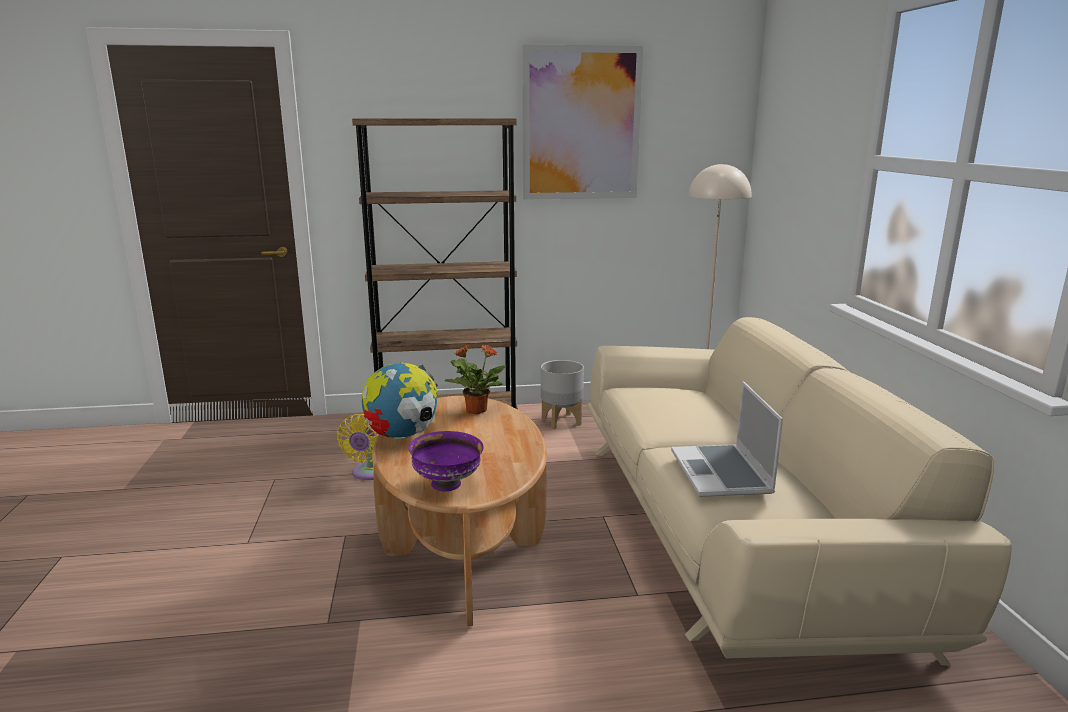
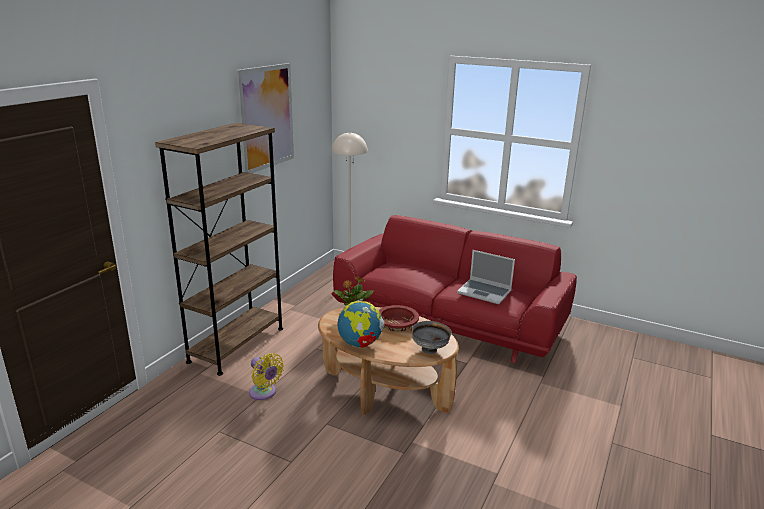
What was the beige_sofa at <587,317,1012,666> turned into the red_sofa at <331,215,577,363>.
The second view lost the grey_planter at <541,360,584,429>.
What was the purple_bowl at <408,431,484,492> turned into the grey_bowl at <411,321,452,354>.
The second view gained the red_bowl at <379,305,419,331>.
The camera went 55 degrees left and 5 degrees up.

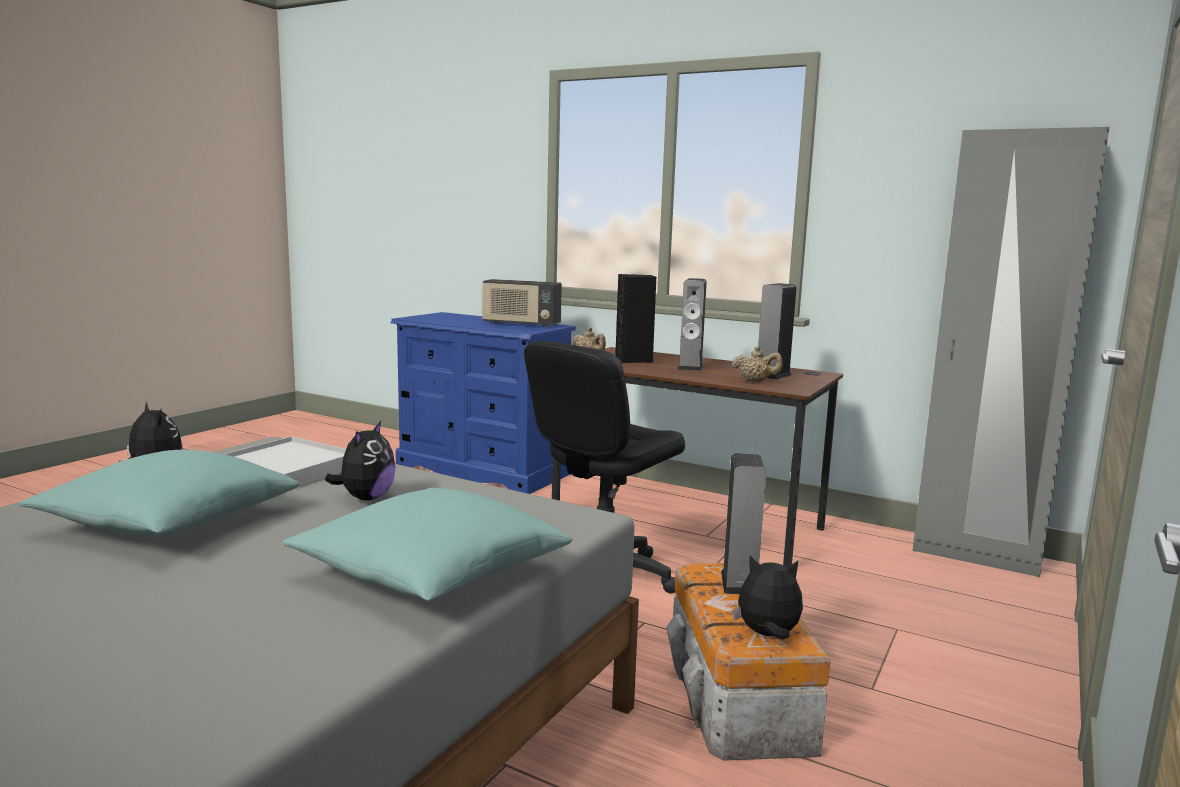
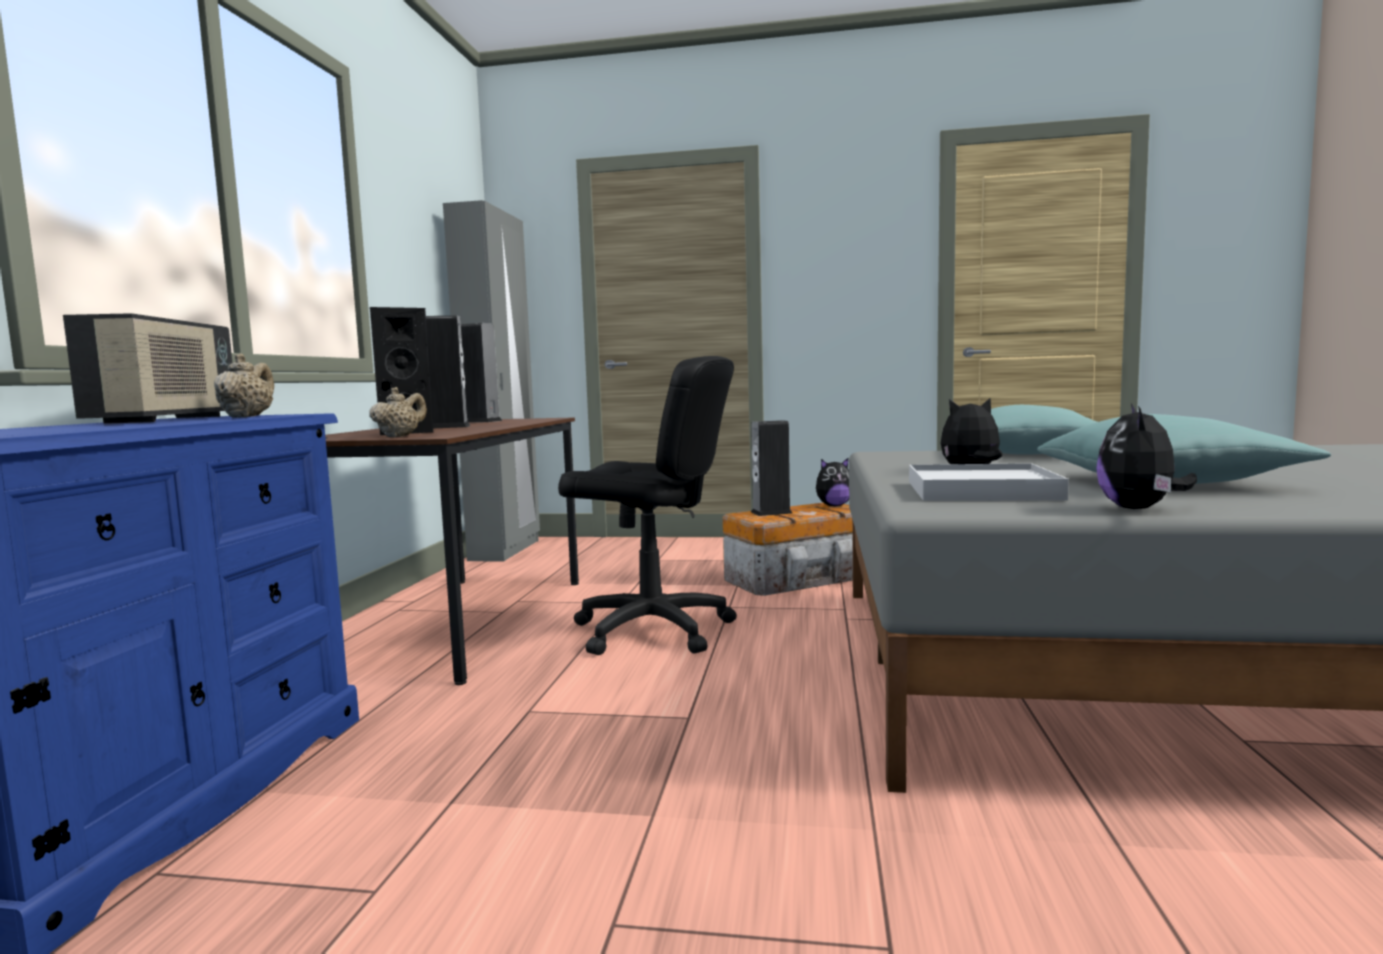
The beige_teapot ended up elsewhere, having gone from <732,346,783,382> to <214,353,274,418>.
The plush_toy at <732,556,803,640> ended up facing another way, 90 degrees counterclockwise from before.
The camera went 110 degrees left and 5 degrees down.

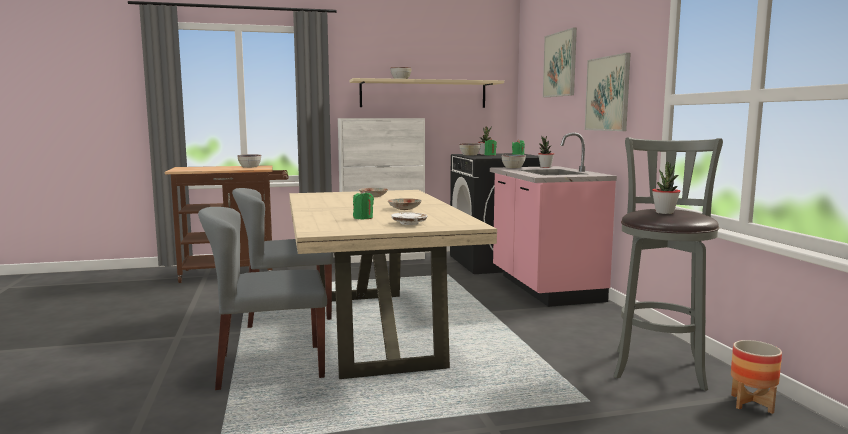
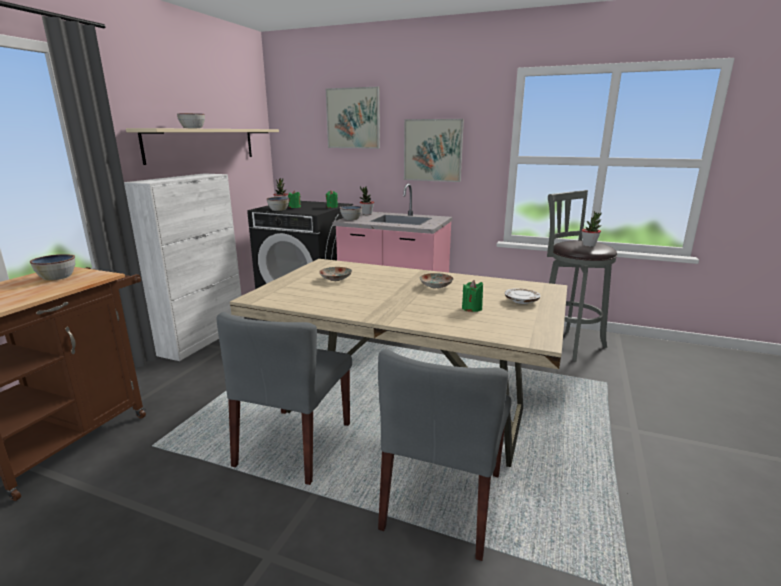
The second view lost the planter at <731,340,782,414>.
The camera went 55 degrees left and 10 degrees up.

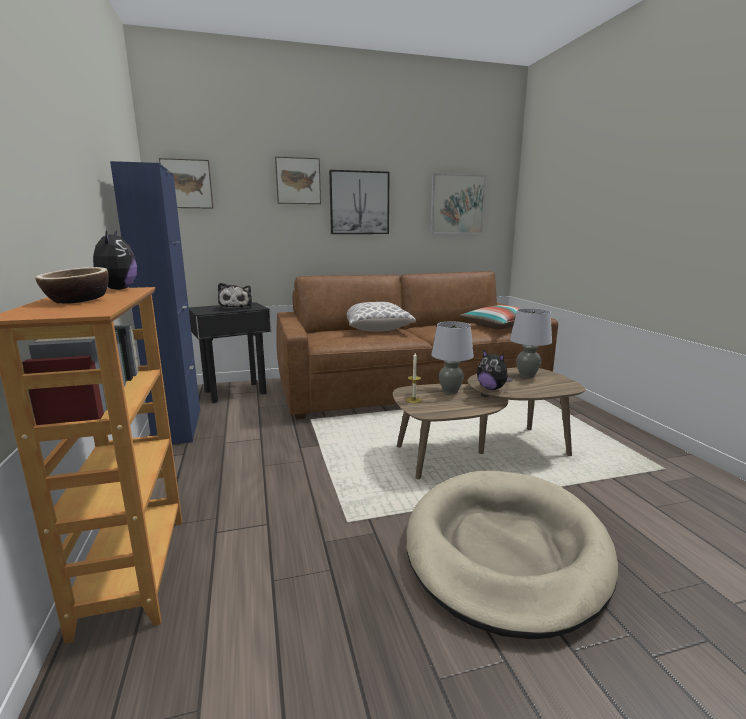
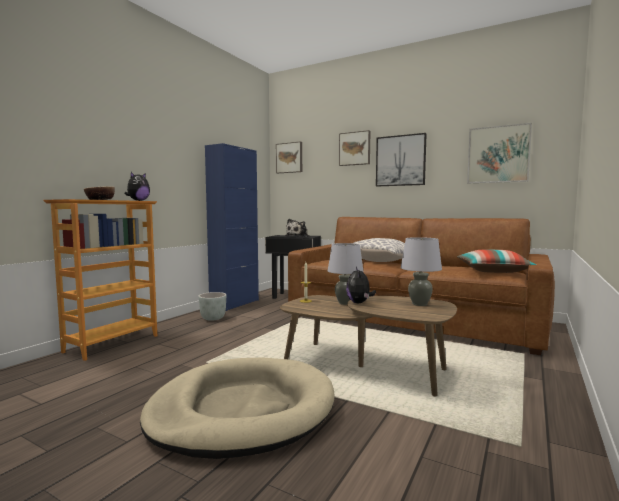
The second view gained the grey_planter at <198,292,227,321>.
The camera went 45 degrees right and 10 degrees down.

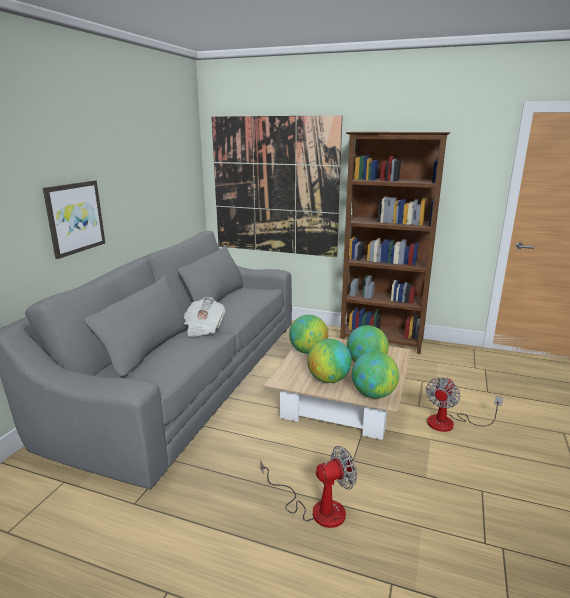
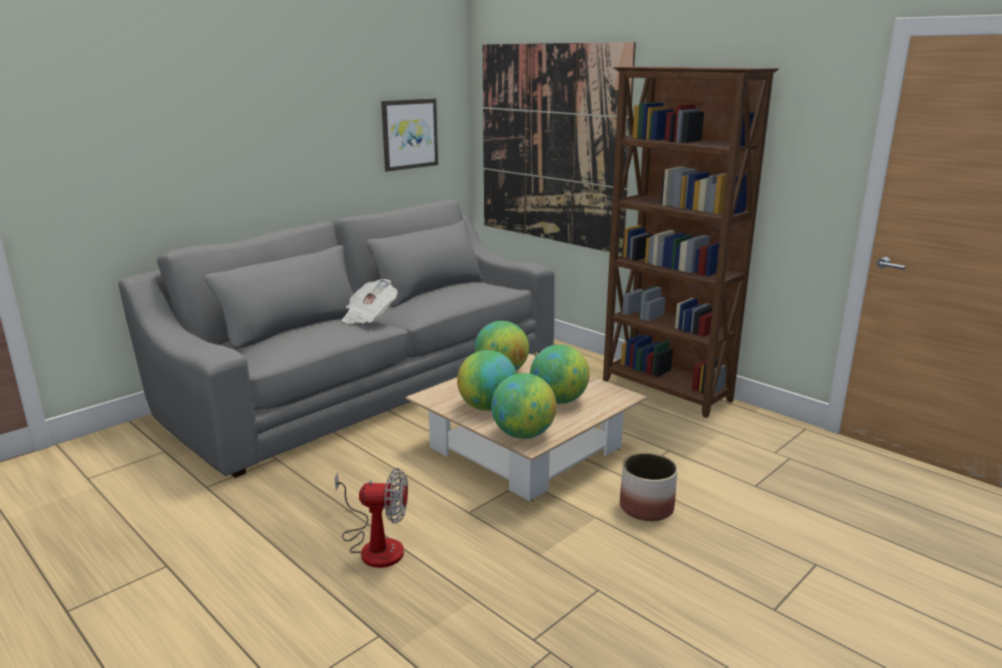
The picture ended up elsewhere, having gone from <43,180,105,259> to <381,98,438,172>.
Where the fan stood at <426,377,503,432>, the planter came to stand at <620,453,678,521>.
The camera went 25 degrees right and 0 degrees up.

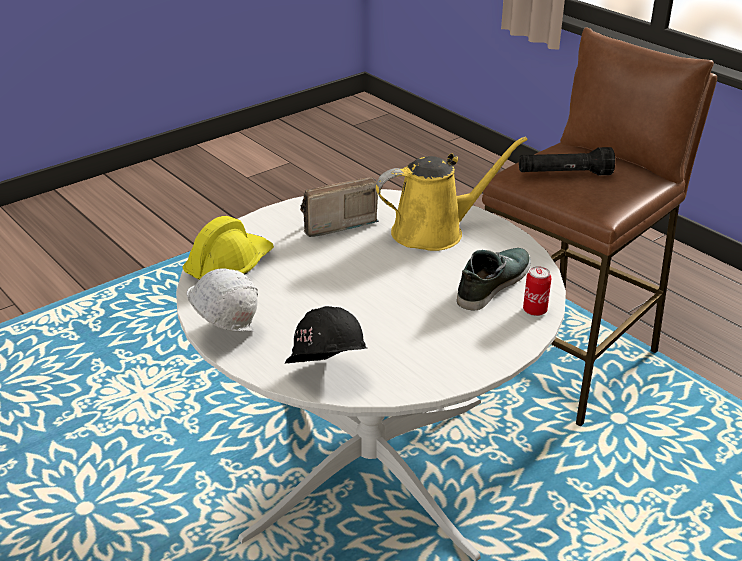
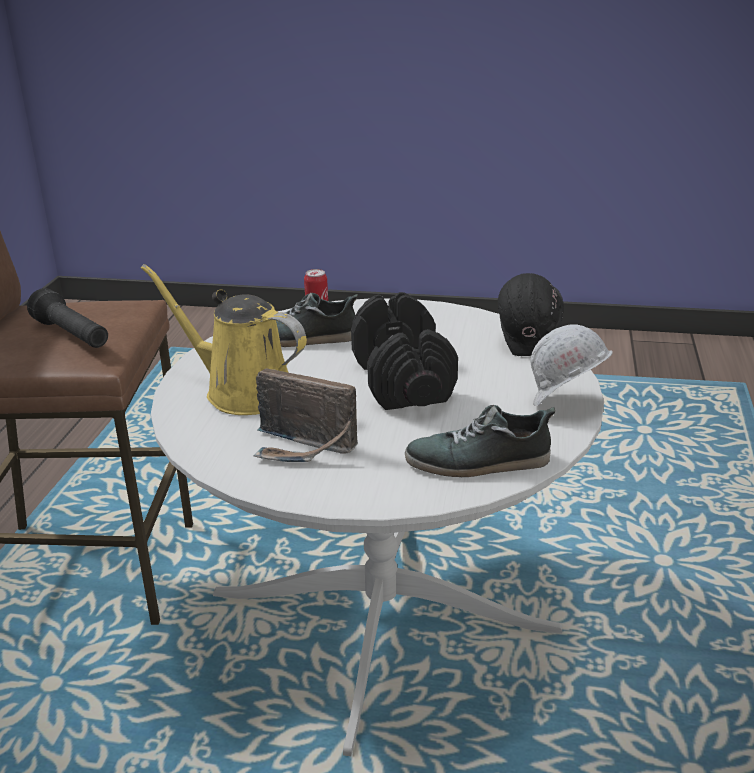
Where the yellow_hard_hat stood at <182,216,274,280>, the shoe came to stand at <405,405,555,477>.
The second view gained the black_dumbbell at <351,292,458,410>.
The camera went 130 degrees left and 5 degrees down.

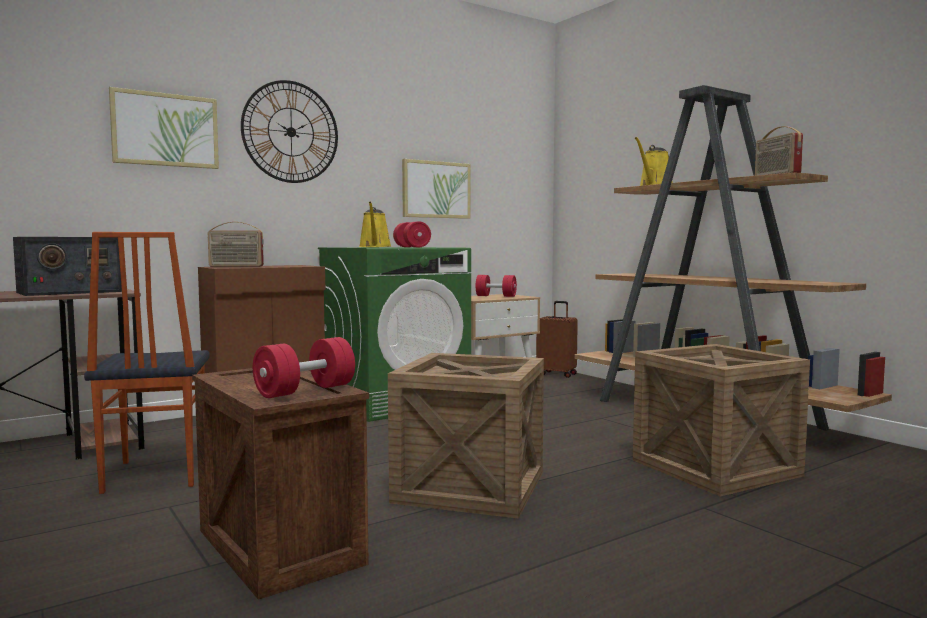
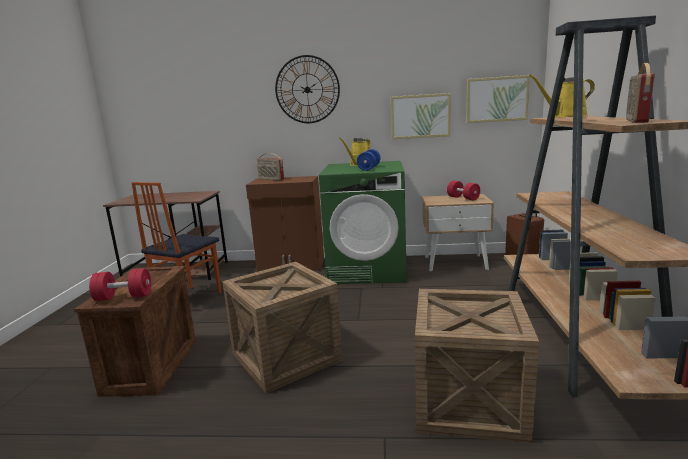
The picture ended up elsewhere, having gone from <109,87,219,169> to <466,75,530,123>.
What was the red_dumbbell at <393,221,431,247> turned into the blue_dumbbell at <357,149,381,171>.
The second view lost the radio at <13,237,122,296>.
The camera went 40 degrees right and 10 degrees up.

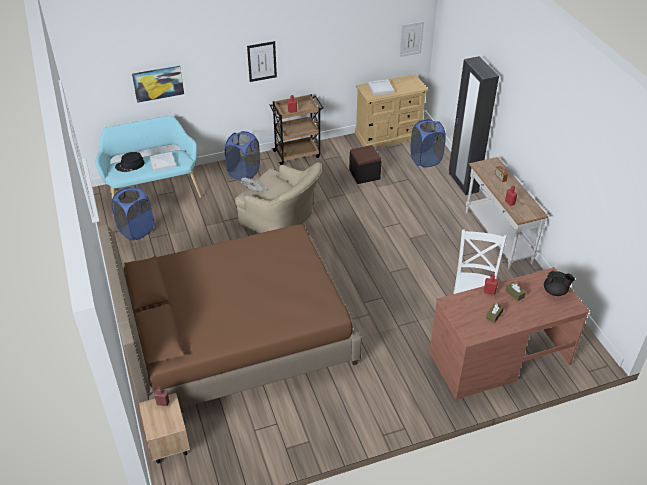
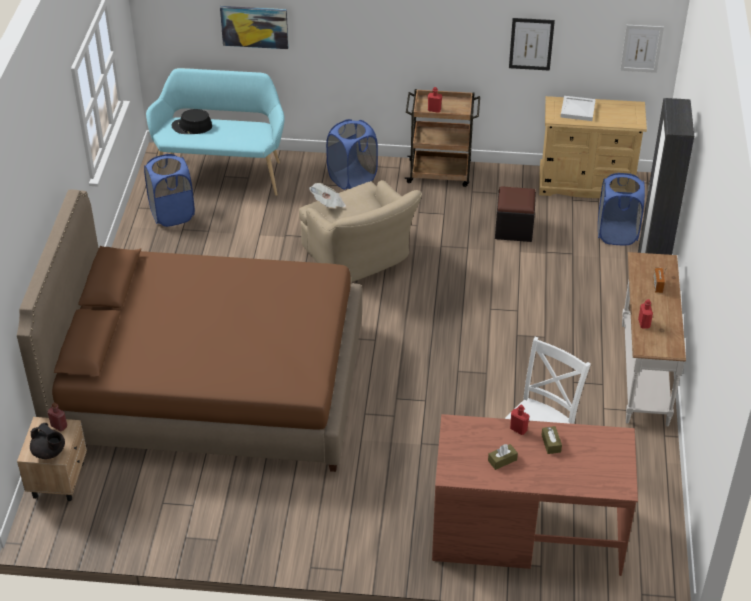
The picture ended up elsewhere, having gone from <247,41,277,82> to <509,18,555,71>.
The second view lost the white_tray at <149,152,176,172>.
The black_teapot ended up elsewhere, having gone from <544,271,575,296> to <30,423,65,459>.
The camera went 25 degrees right and 0 degrees up.

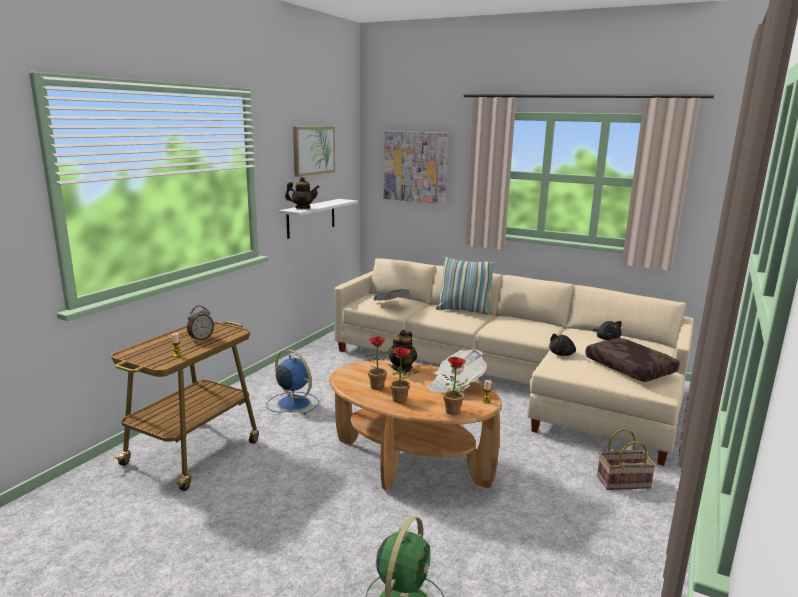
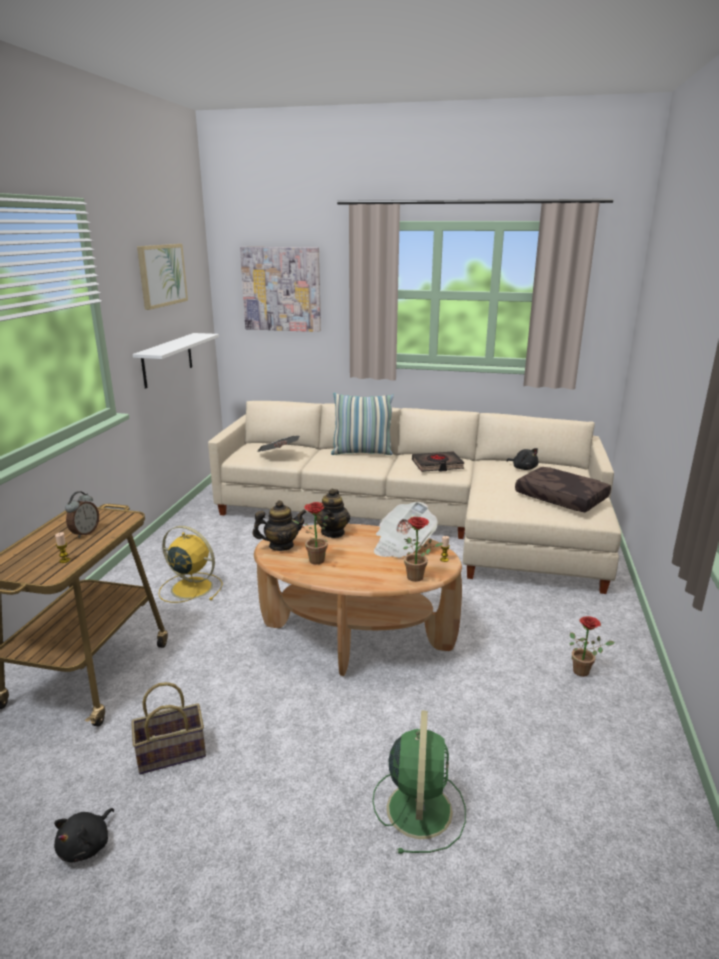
The teapot ended up elsewhere, having gone from <285,177,319,209> to <252,500,307,551>.
The black_plush_toy ended up elsewhere, having gone from <549,333,576,356> to <54,808,114,862>.
The potted_plant ended up elsewhere, having gone from <388,347,420,403> to <569,616,615,677>.
What was the blue_fan at <266,349,319,415> turned into the yellow_fan at <159,526,223,603>.
The basket ended up elsewhere, having gone from <597,429,656,490> to <131,682,206,774>.
The second view gained the black_book at <412,451,465,472>.
The camera went 15 degrees left and 5 degrees up.

